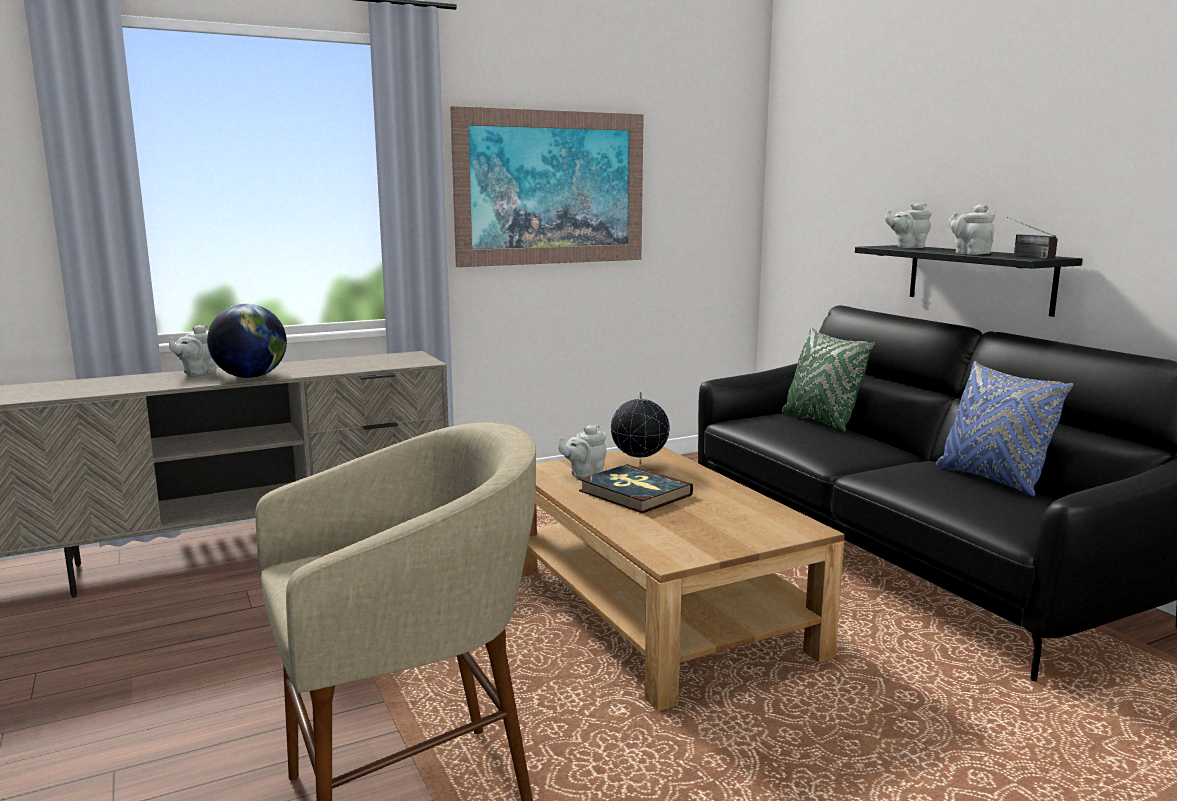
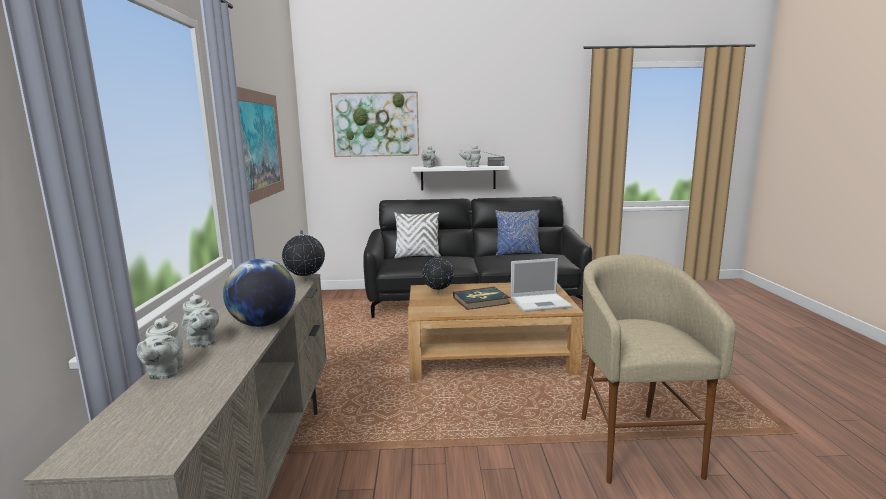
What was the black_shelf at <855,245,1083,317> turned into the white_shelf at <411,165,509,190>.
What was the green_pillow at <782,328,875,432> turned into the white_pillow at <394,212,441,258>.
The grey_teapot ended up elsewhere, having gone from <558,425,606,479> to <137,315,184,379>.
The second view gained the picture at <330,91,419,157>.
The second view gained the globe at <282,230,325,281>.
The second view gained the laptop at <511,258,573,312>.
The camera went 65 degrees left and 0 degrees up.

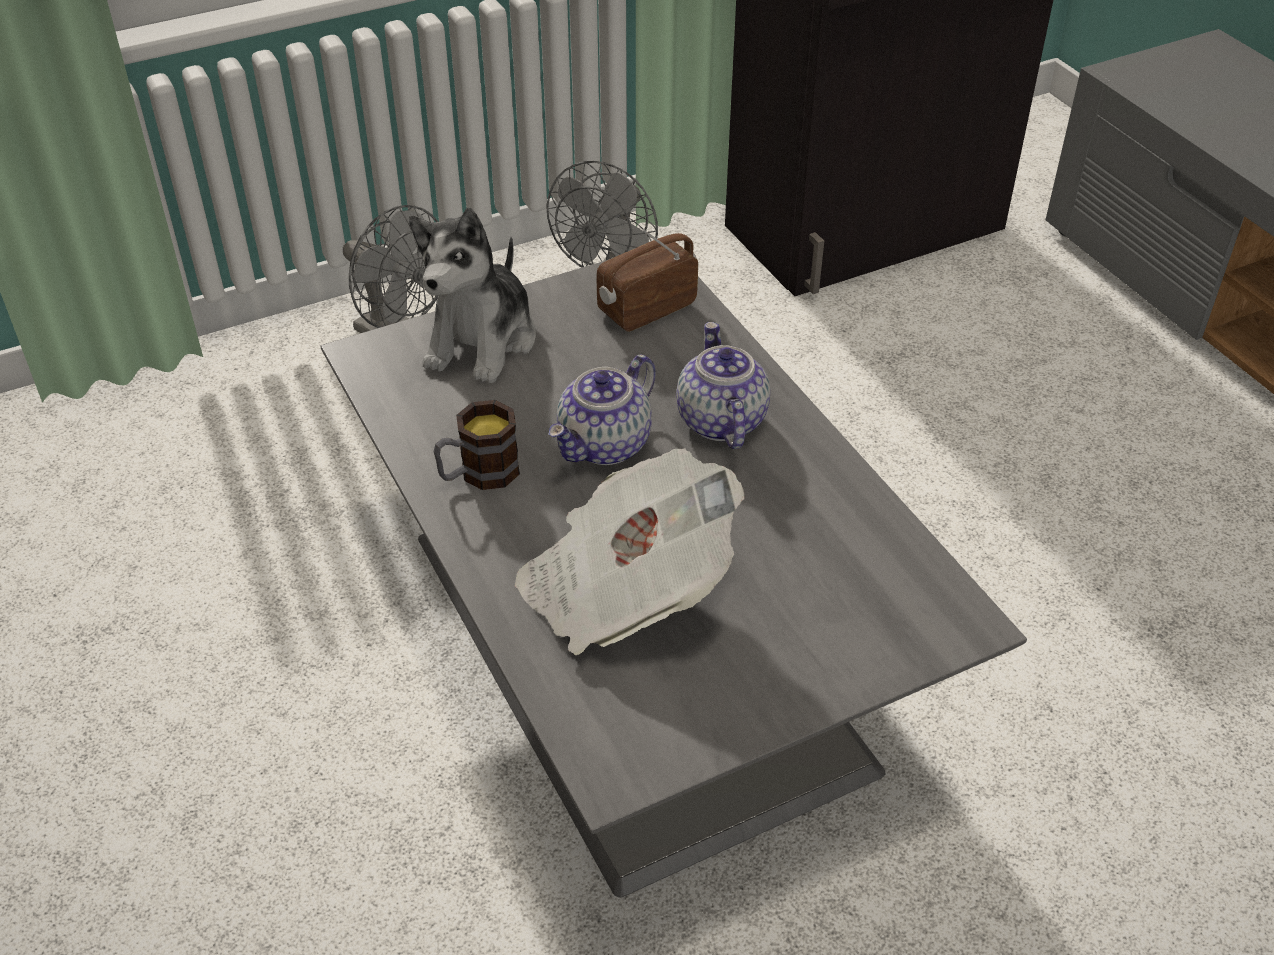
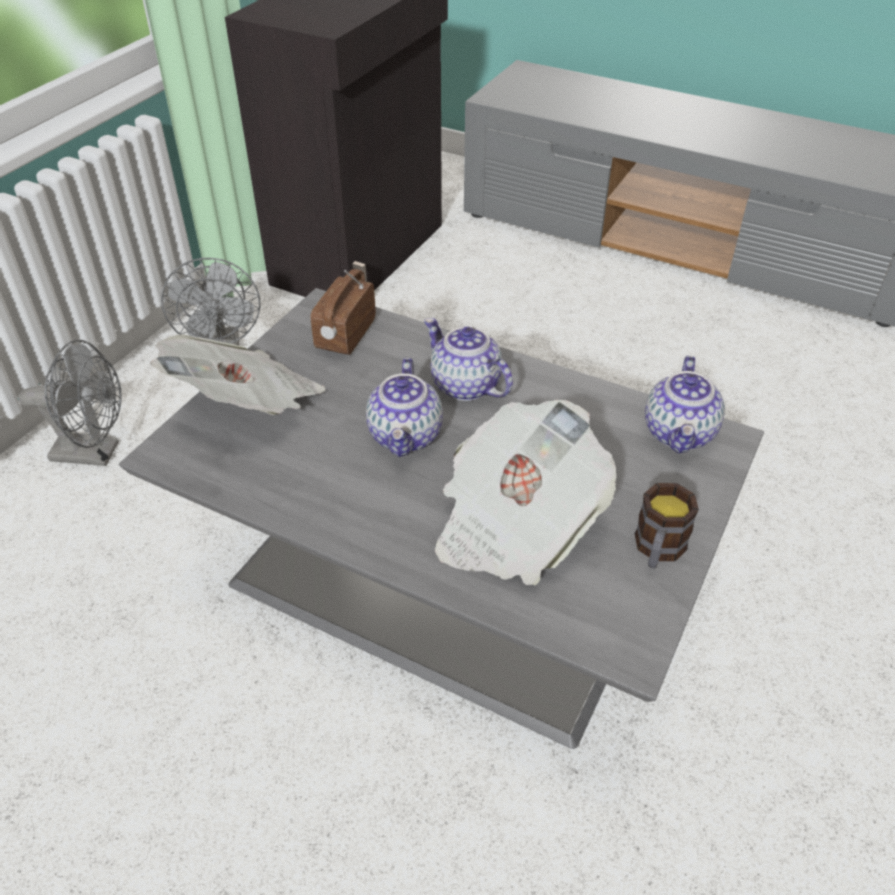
Where the plush_toy stood at <409,208,536,383>, the newspaper came to stand at <150,334,325,415>.
The mug ended up elsewhere, having gone from <434,400,520,490> to <635,483,699,568>.
The second view gained the teapot at <645,356,725,453>.
The camera went 35 degrees left and 0 degrees up.

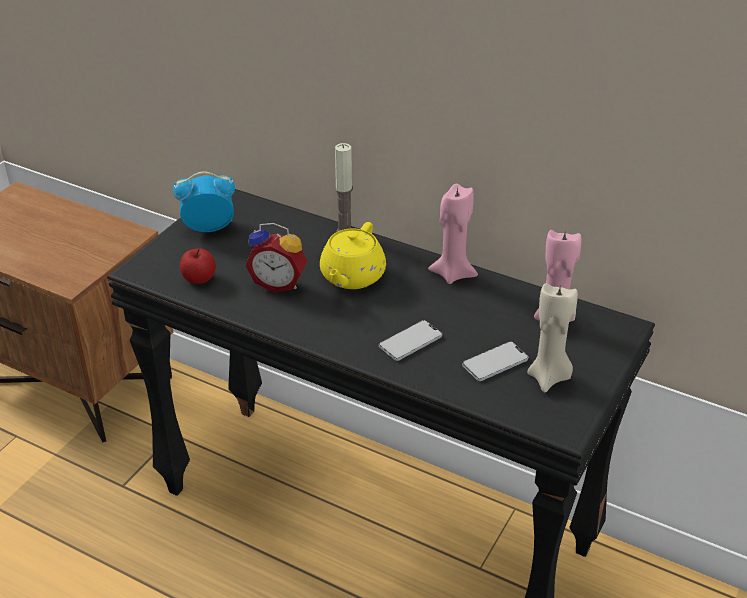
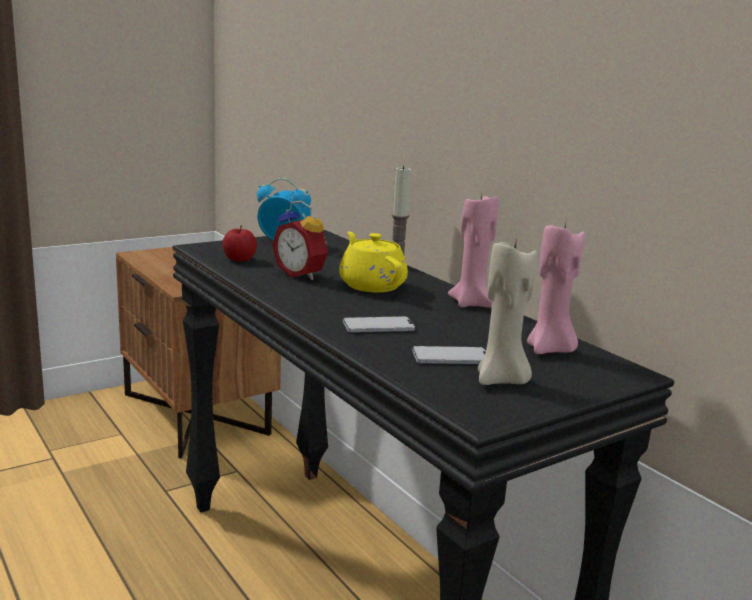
The yellow_teapot at <320,222,386,289> ended up facing another way, 105 degrees clockwise from before.
The camera went 25 degrees right and 20 degrees down.

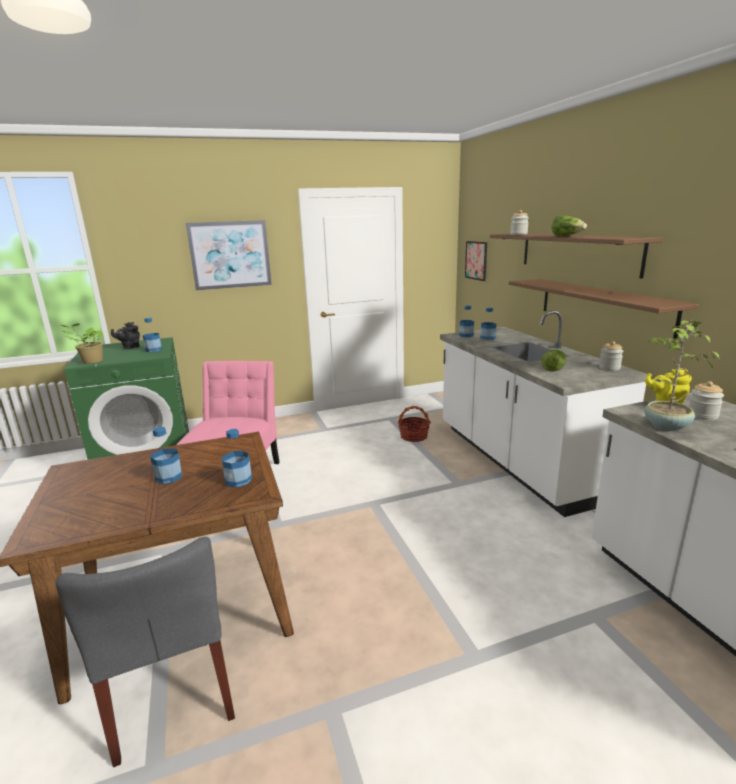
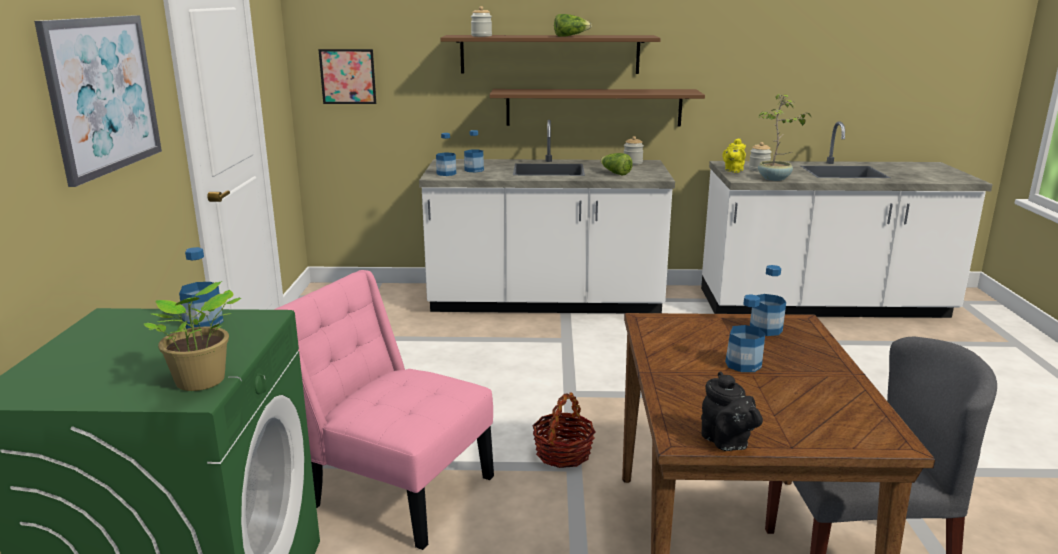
The black_teapot ended up elsewhere, having gone from <111,322,140,349> to <701,371,763,451>.
The basket ended up elsewhere, having gone from <398,406,431,442> to <532,392,595,468>.
The camera went 70 degrees left and 0 degrees up.

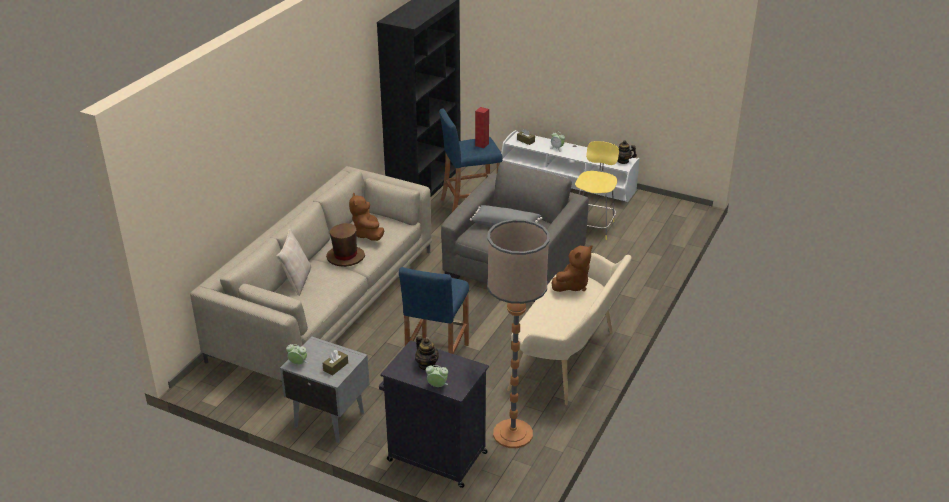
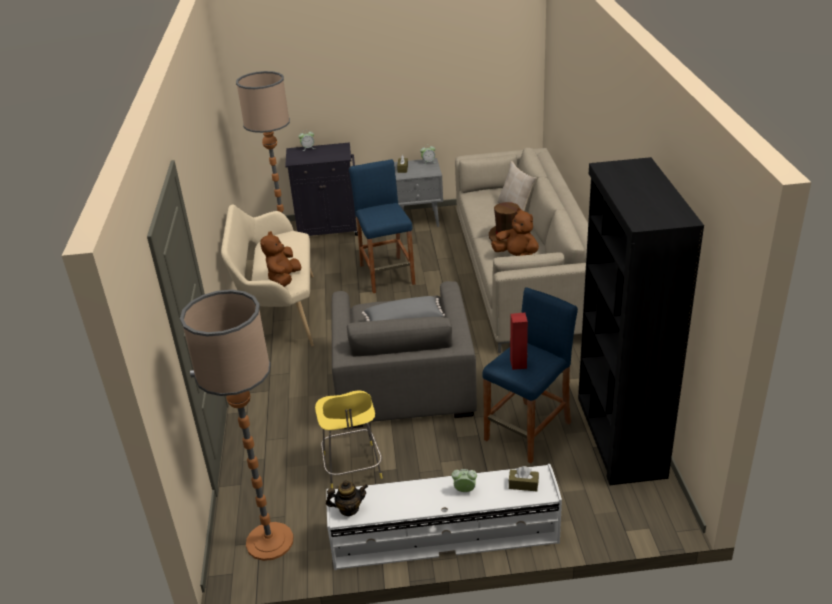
The second view lost the teapot at <415,336,439,370>.
The second view gained the floor_lamp at <180,290,294,561>.
The camera went 150 degrees right and 0 degrees up.

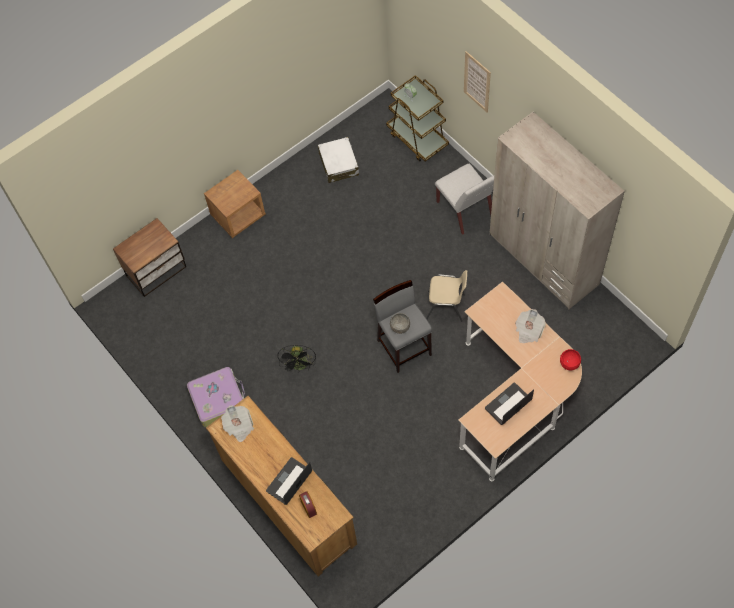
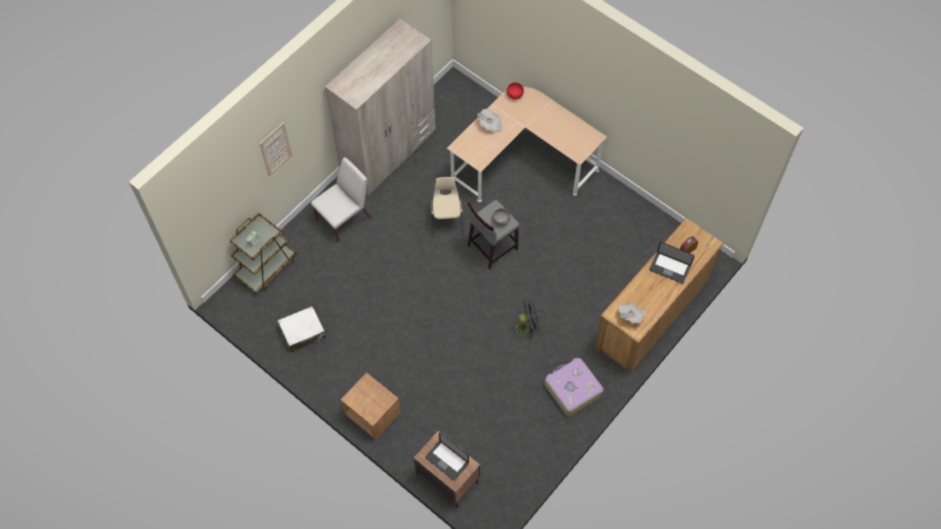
The laptop ended up elsewhere, having gone from <485,383,534,425> to <425,433,469,481>.
The camera went 105 degrees left and 0 degrees up.

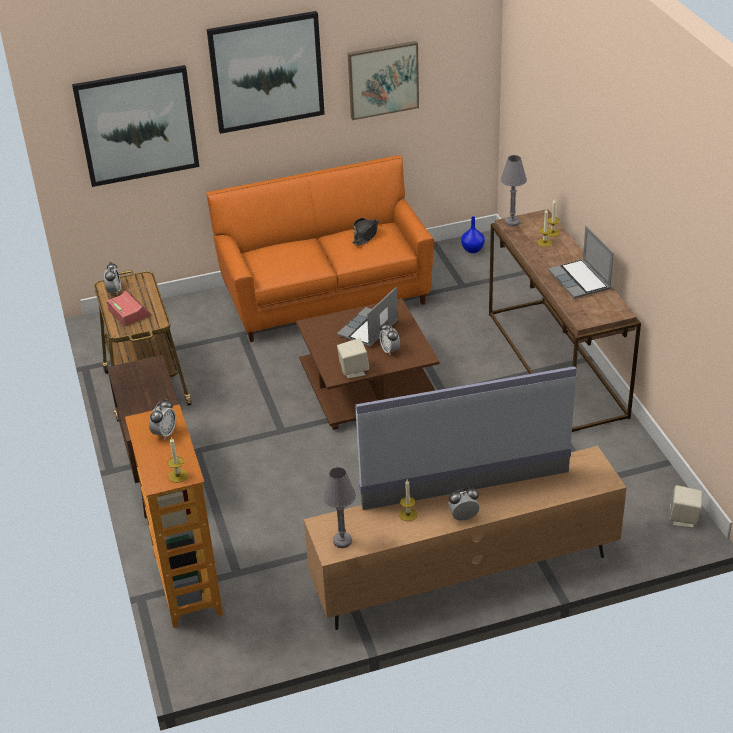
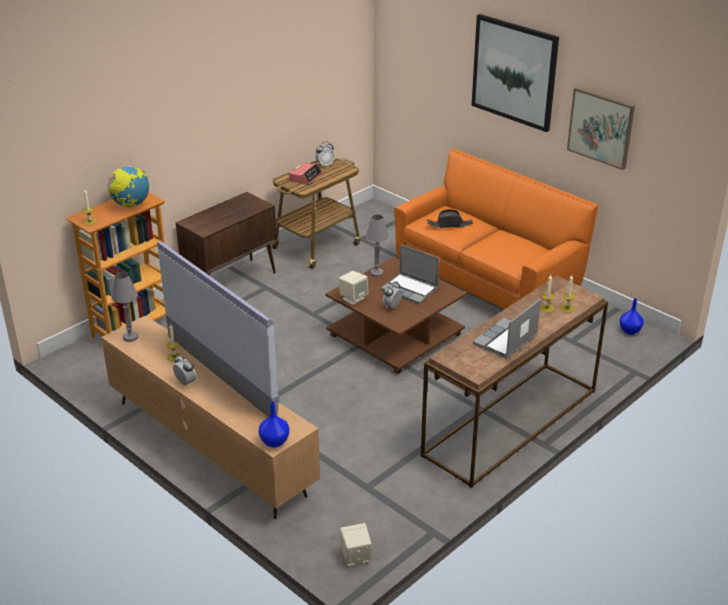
The second view lost the picture at <72,65,199,187>.
The grey_table_lamp ended up elsewhere, having gone from <501,155,527,227> to <366,214,389,277>.
The black_hat ended up elsewhere, having gone from <352,218,379,245> to <427,209,473,228>.
The laptop at <337,287,398,347> ended up facing another way, 150 degrees counterclockwise from before.
Where the alarm_clock stood at <149,399,176,440>, the globe came to stand at <107,165,149,208>.
The second view gained the blue_vase at <259,402,289,448>.
The camera went 60 degrees right and 5 degrees down.

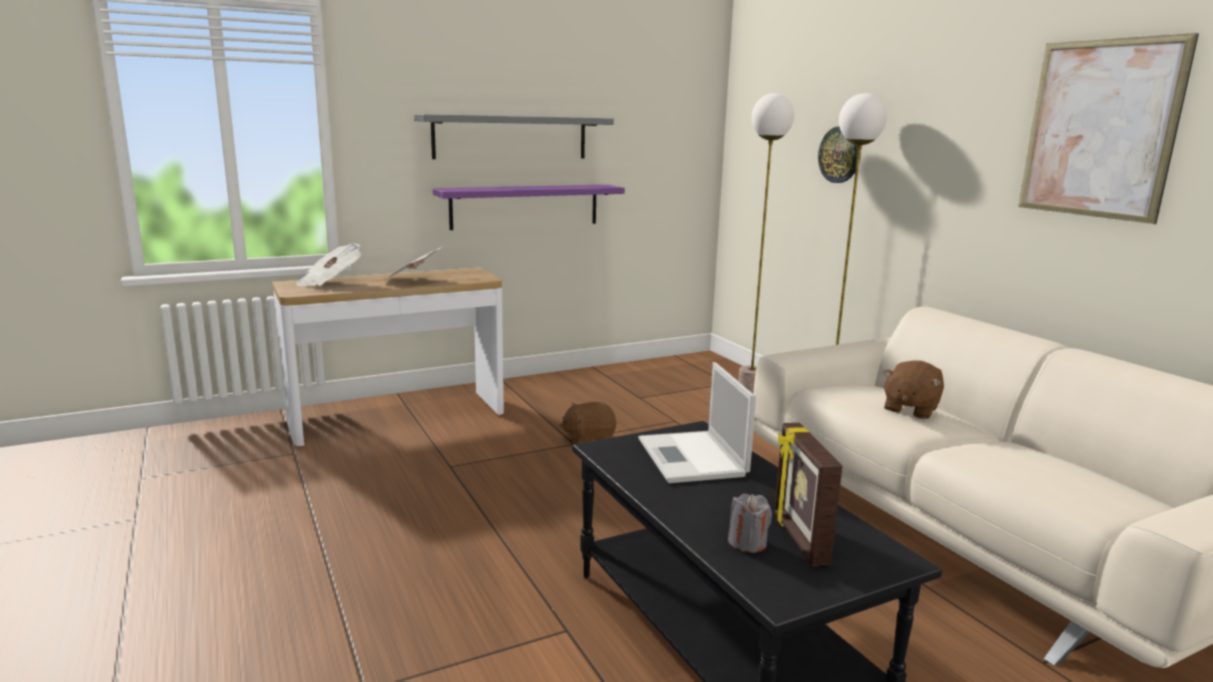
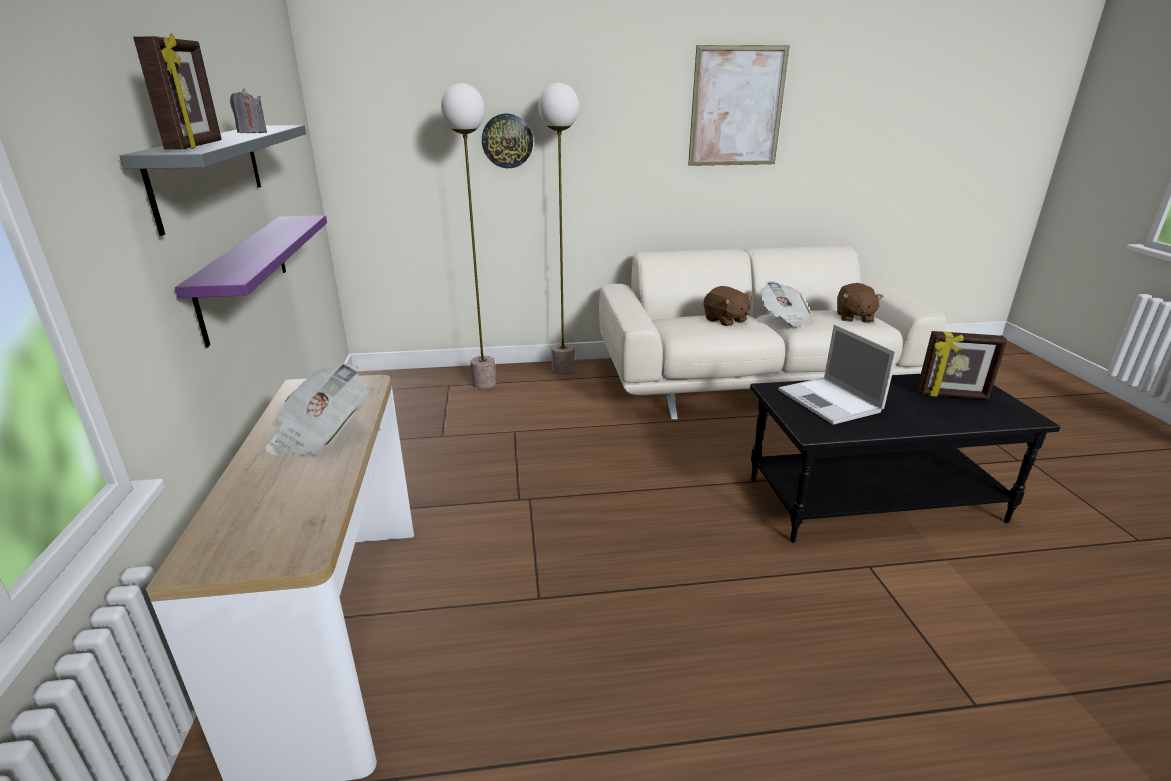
The newspaper ended up elsewhere, having gone from <296,243,361,286> to <760,281,813,328>.
The laptop at <638,362,756,483> ended up facing another way, 60 degrees clockwise from before.
The brown_plush_toy ended up elsewhere, having gone from <560,402,616,444> to <837,283,883,323>.
The grey_candle ended up elsewhere, having gone from <728,494,772,553> to <230,88,267,133>.
The second view gained the picture_frame at <133,33,221,150>.
The camera went 70 degrees left and 10 degrees up.

